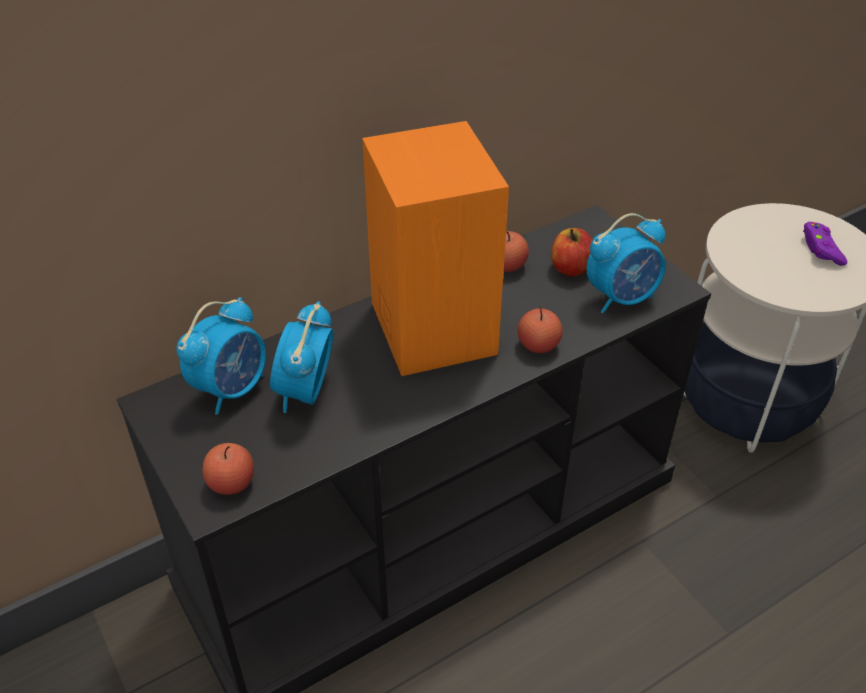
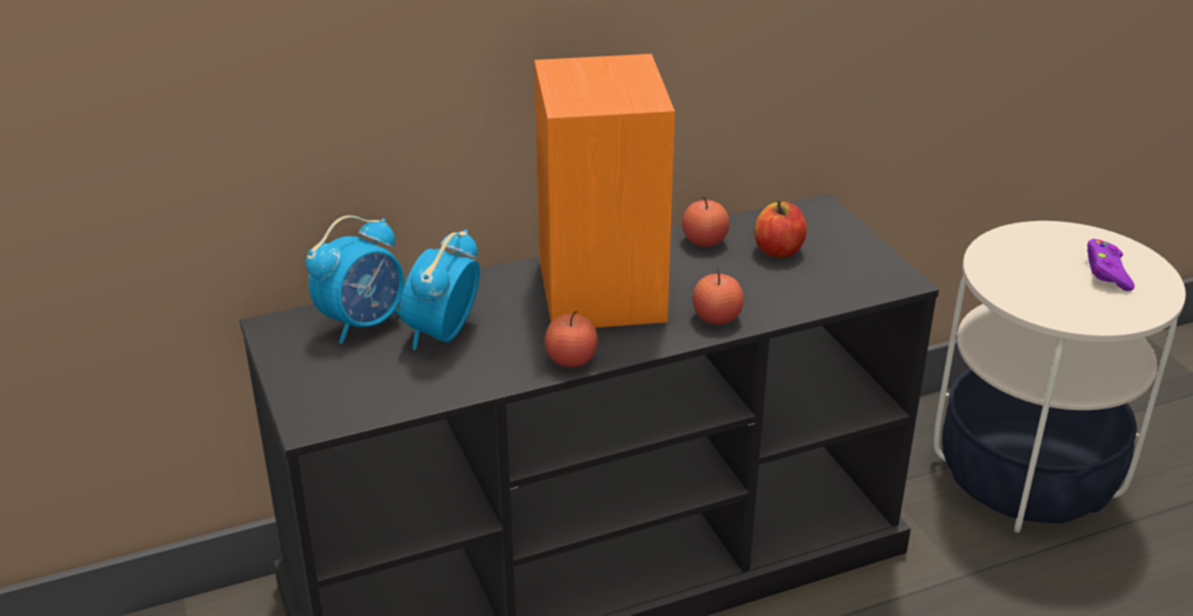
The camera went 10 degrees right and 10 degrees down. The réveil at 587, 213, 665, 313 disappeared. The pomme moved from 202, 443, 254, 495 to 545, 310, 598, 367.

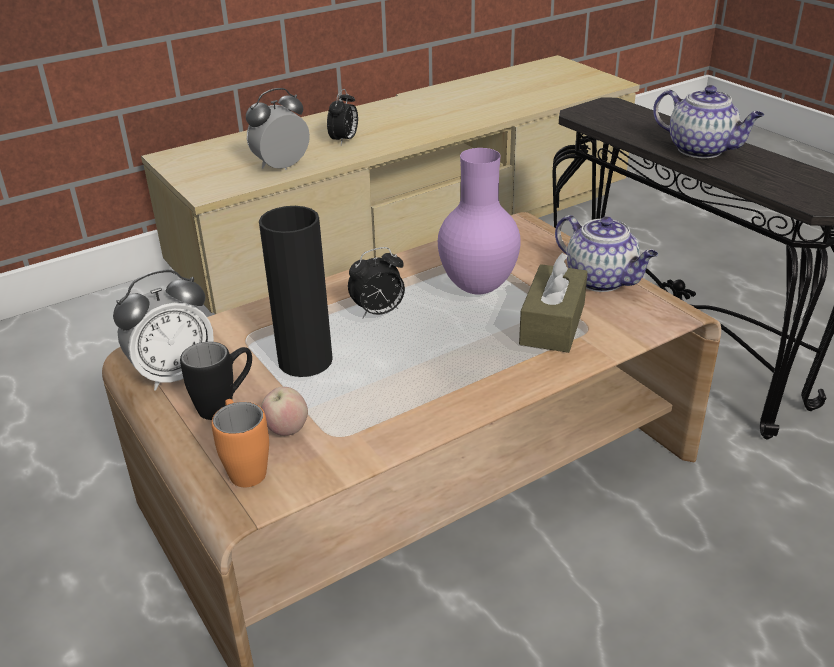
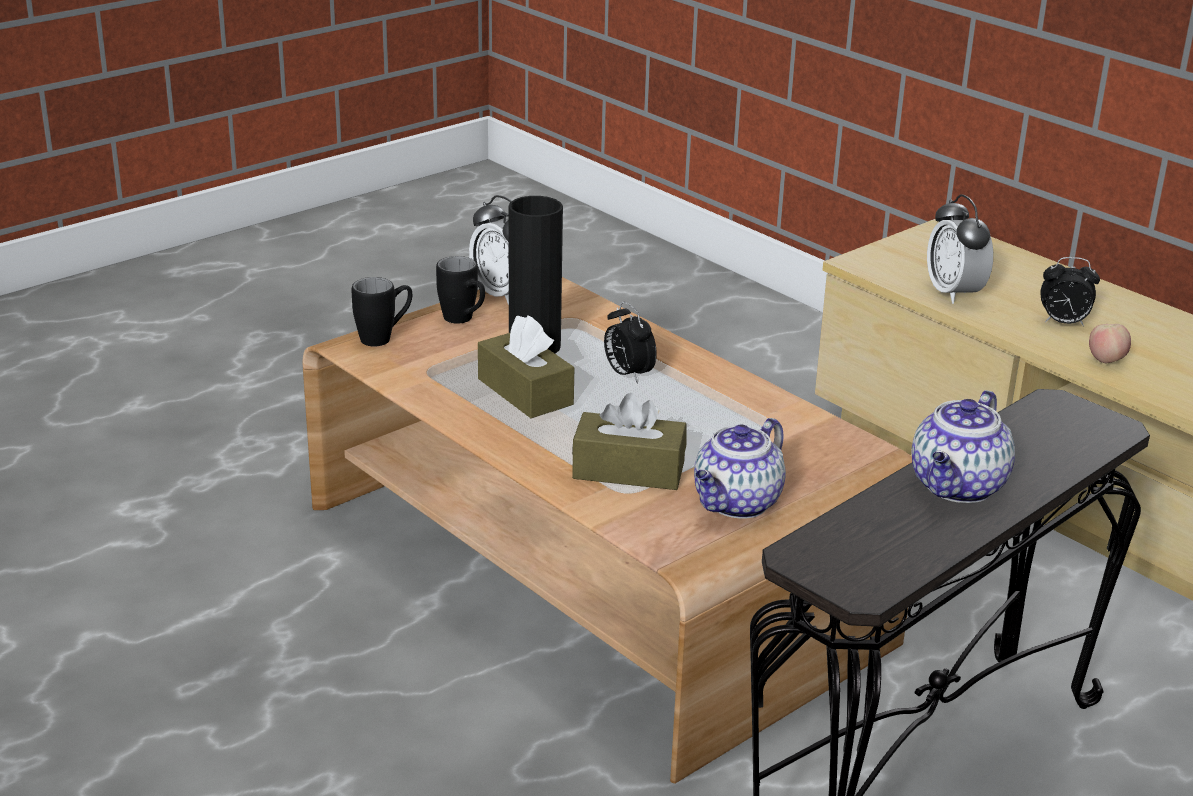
The camera went 80 degrees right and 5 degrees down. The vase/violet at 438, 148, 521, 295 disappeared. The boîte à mouchoirs/marron at 478, 315, 575, 418 appeared. The pomme moved from 261, 387, 308, 436 to 1089, 324, 1131, 363. The mug/orange at 211, 399, 269, 487 became the mug/noir at 352, 277, 412, 347. The réveil at 246, 88, 310, 170 turned 150 degrees counterclockwise.

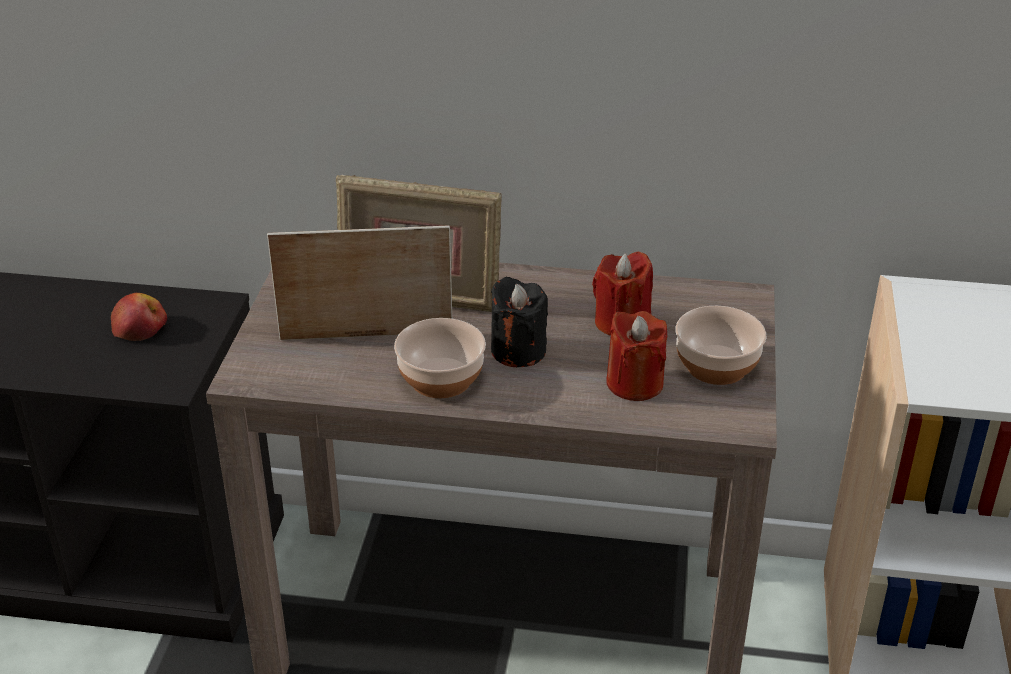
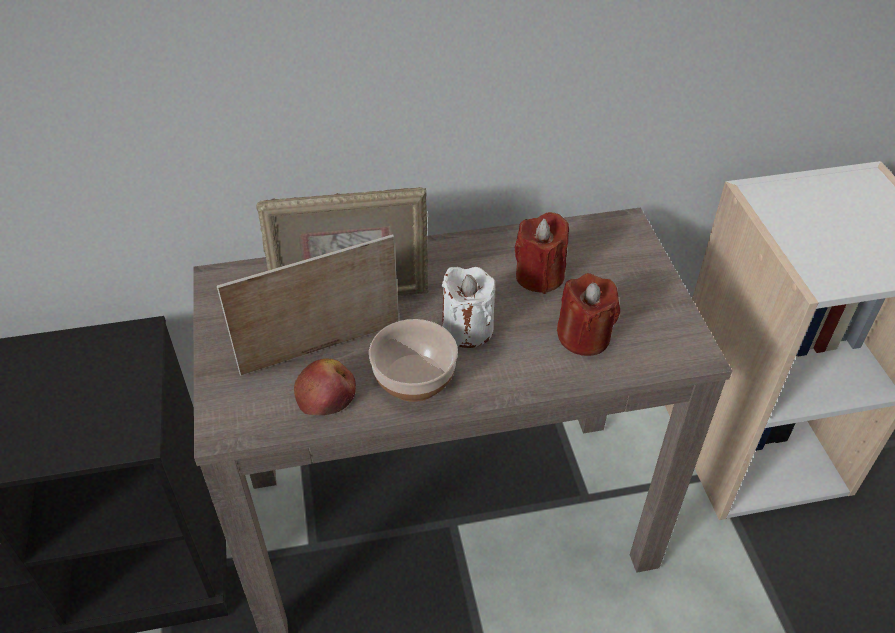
The camera went 20 degrees left and 10 degrees up. The bol at 675, 306, 766, 385 disappeared. The pomme moved from 111, 293, 167, 341 to 294, 358, 356, 415. The bougie/noir at 491, 277, 548, 367 became the bougie/blanc at 442, 267, 495, 348.

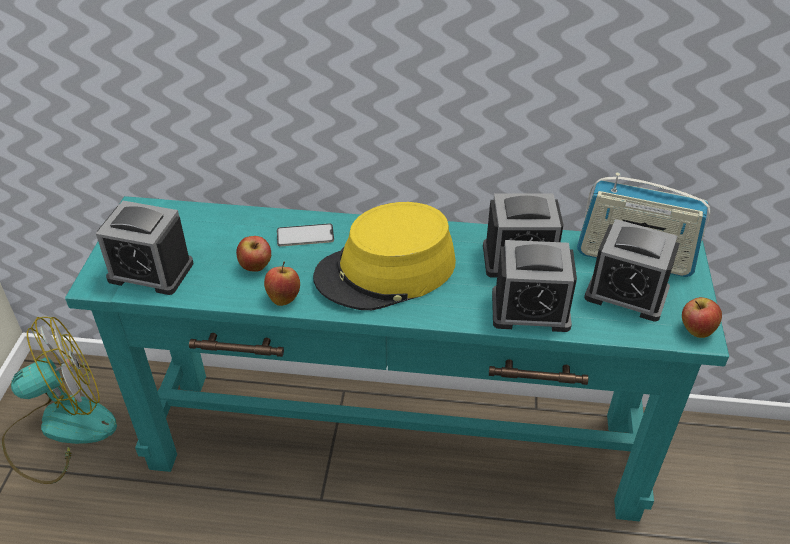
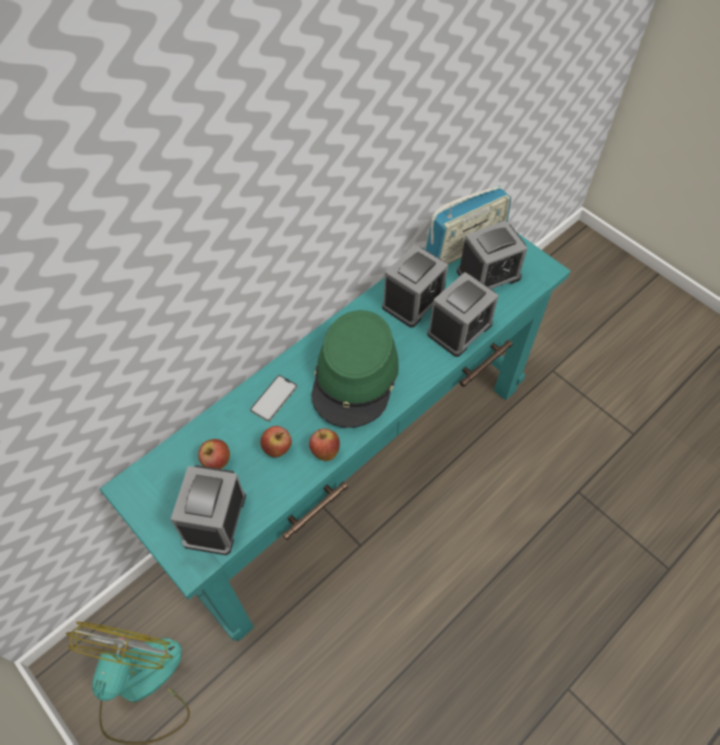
The camera went 50 degrees left and 15 degrees up. The pomme moved from 682, 297, 722, 338 to 198, 439, 230, 469. The chapeau/jaune at 313, 202, 456, 310 became the chapeau/vert at 311, 310, 399, 428. The réveil at 96, 201, 194, 295 turned 135 degrees clockwise.

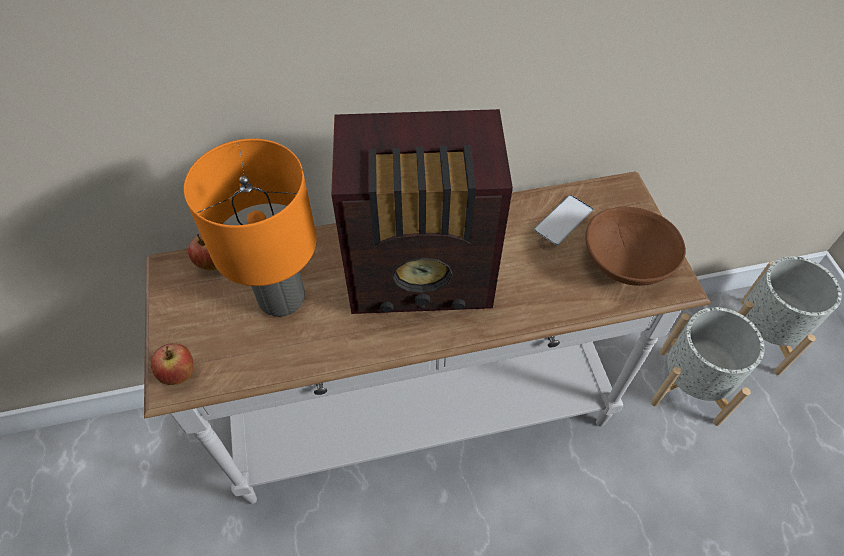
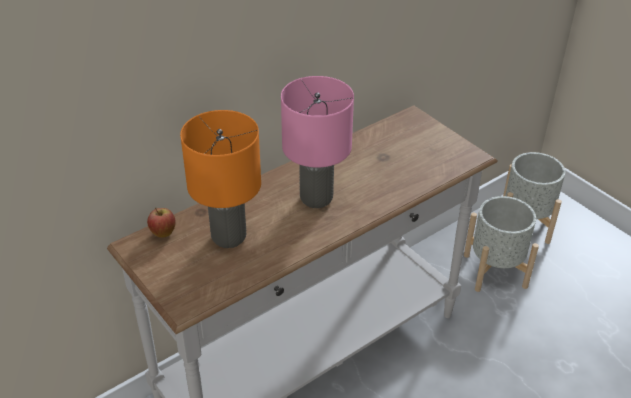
The camera went 25 degrees left and 15 degrees down. The pomme at 151, 343, 193, 385 disappeared. The téléphone at 534, 195, 593, 245 disappeared. The bol/marron at 586, 207, 686, 286 disappeared. The radio at 331, 109, 513, 314 was replaced by the lampe de table/rose at 281, 76, 354, 208.

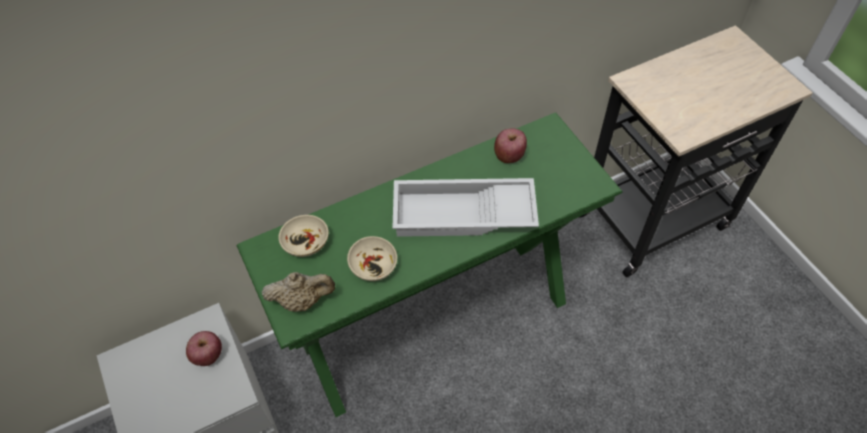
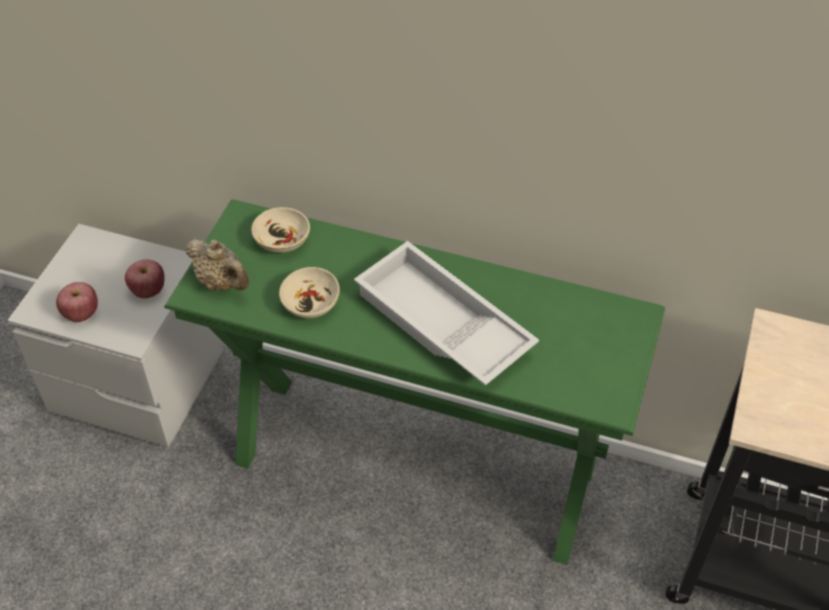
The camera went 45 degrees right and 5 degrees down. The pomme moved from 494, 128, 527, 163 to 56, 282, 98, 322.

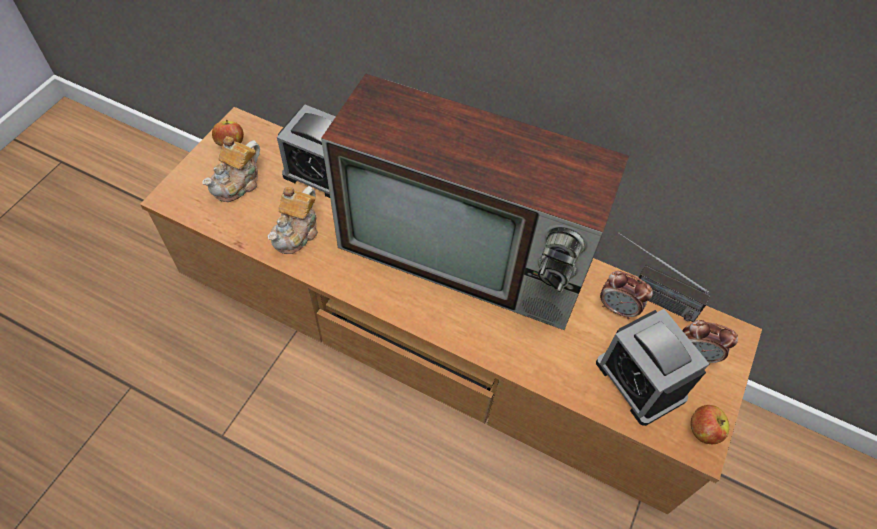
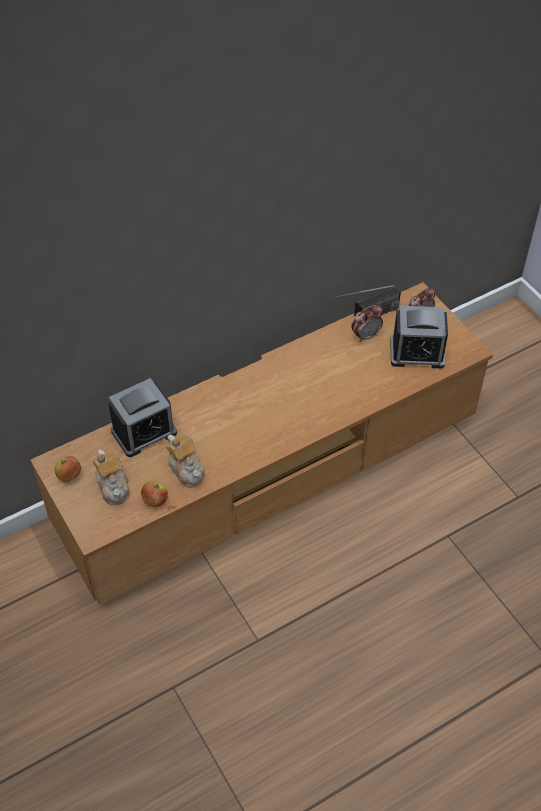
The camera went 55 degrees left and 5 degrees down. The téléviseur at 321, 73, 629, 330 disappeared. The pomme moved from 691, 405, 729, 444 to 141, 481, 168, 507.

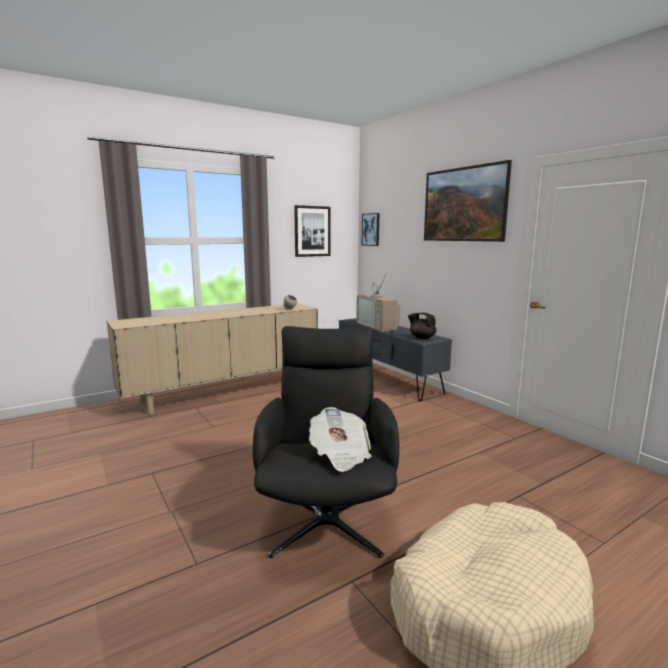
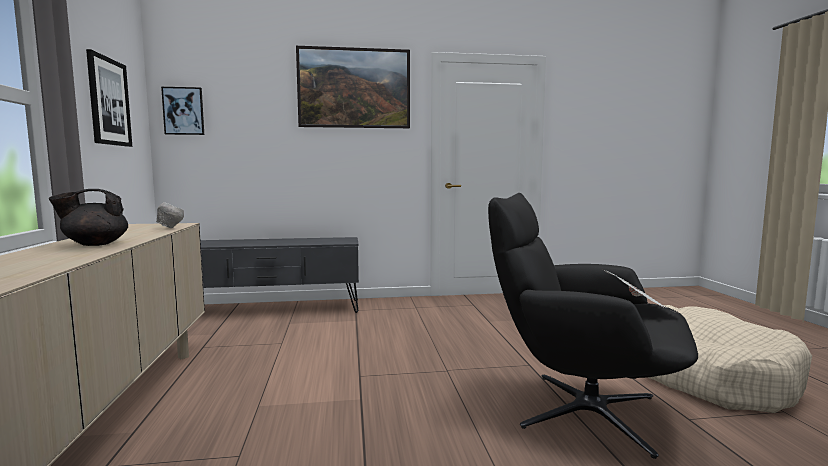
The camera went 65 degrees left and 5 degrees down. The téléviseur at 356, 270, 400, 332 disappeared. The théière/noir moved from 408, 313, 436, 339 to 49, 189, 128, 246.

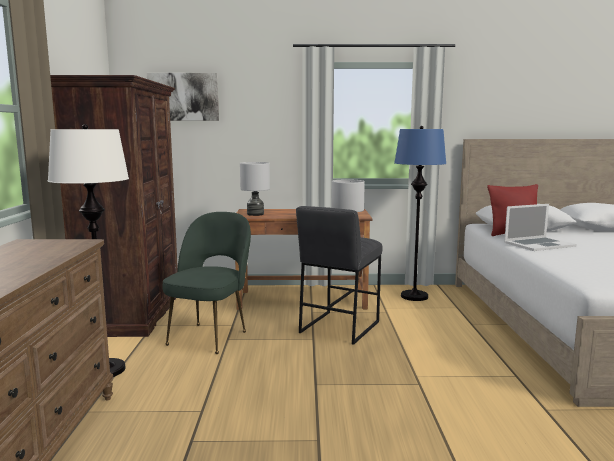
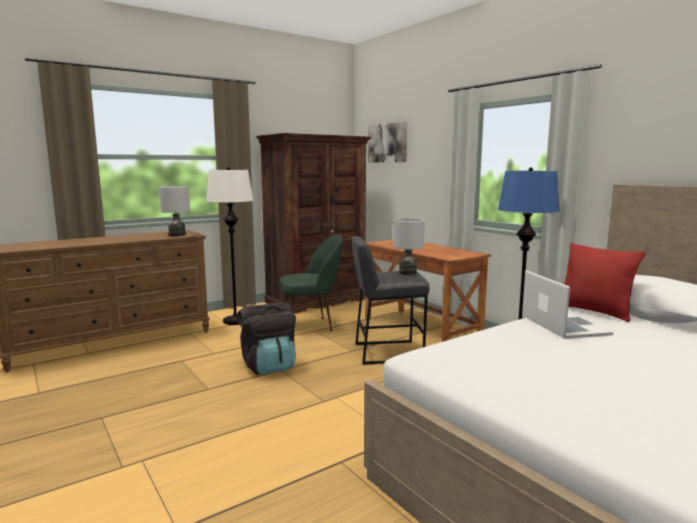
The camera went 55 degrees right and 0 degrees up. The sac à dos/noir at 238, 303, 296, 375 appeared. The lampe de table/gris moved from 240, 162, 270, 216 to 159, 186, 190, 236. The ordinateur portable at 504, 204, 577, 251 turned 135 degrees counterclockwise.

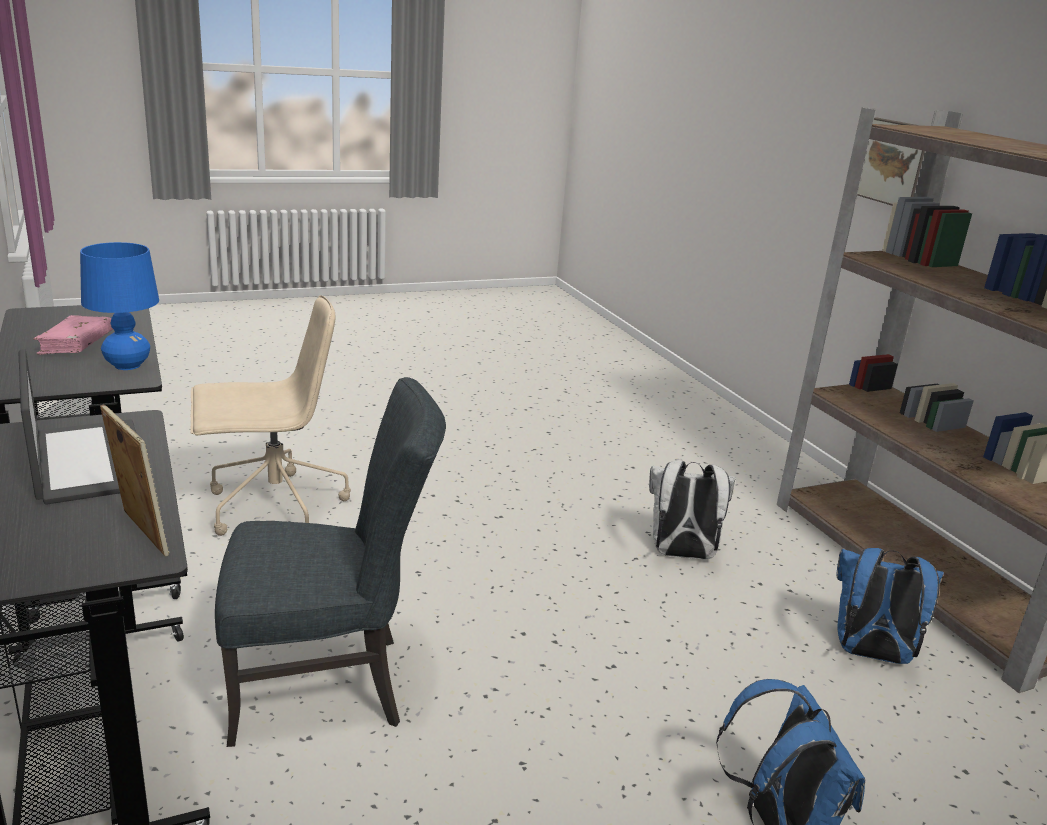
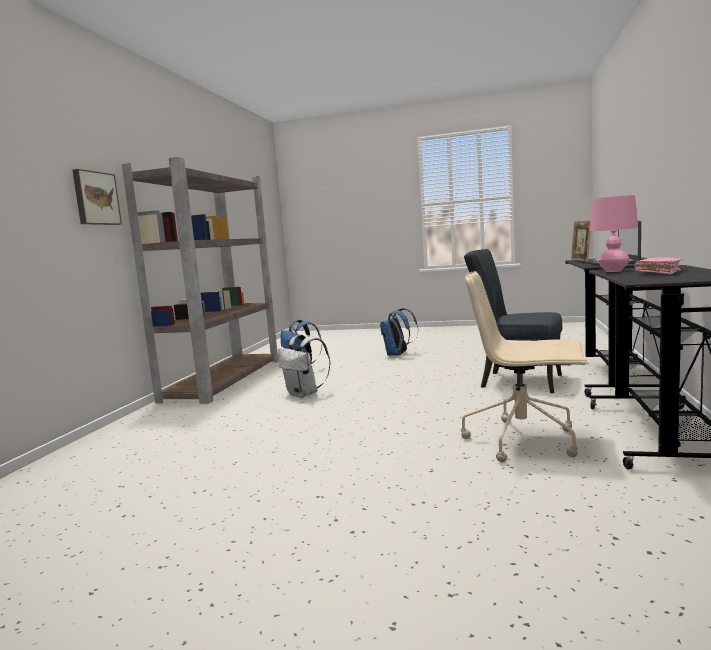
The camera went 140 degrees left and 15 degrees down. The lampe de table/bleu at 80, 242, 159, 370 became the lampe de table/rose at 590, 195, 638, 272.

